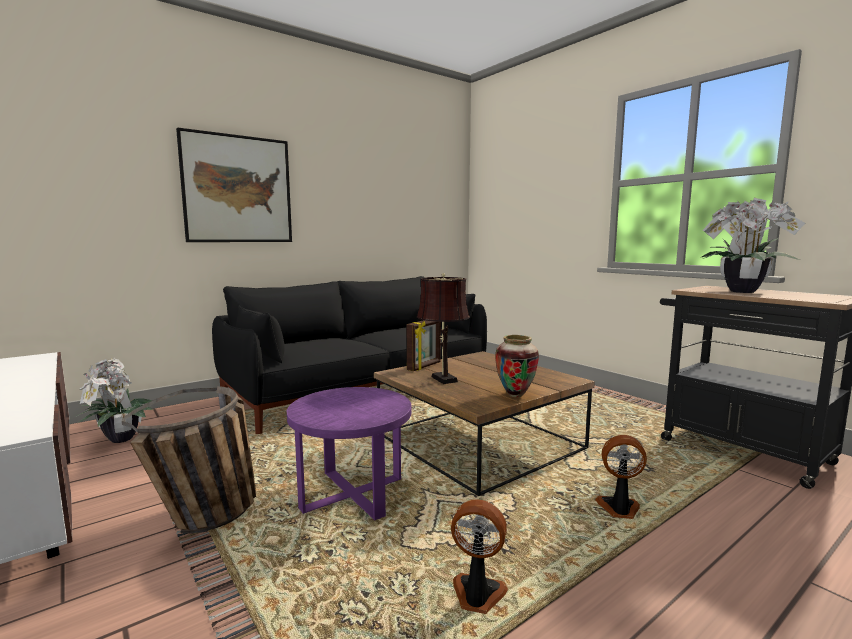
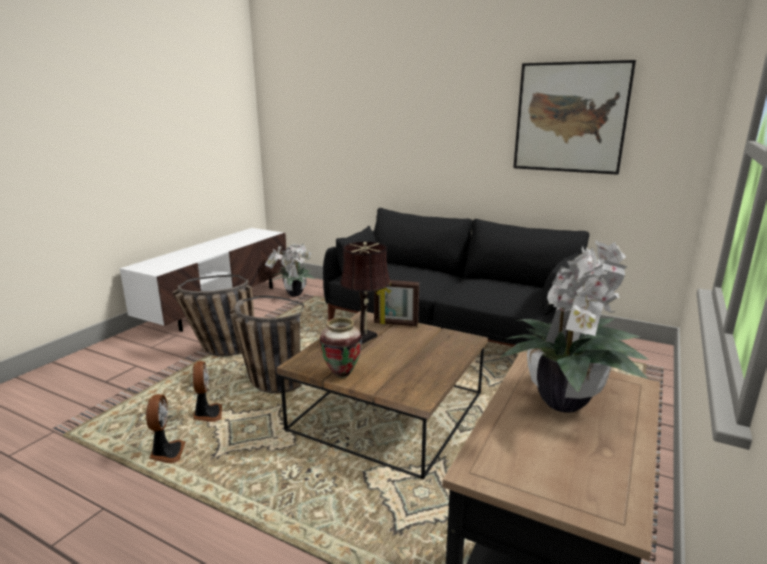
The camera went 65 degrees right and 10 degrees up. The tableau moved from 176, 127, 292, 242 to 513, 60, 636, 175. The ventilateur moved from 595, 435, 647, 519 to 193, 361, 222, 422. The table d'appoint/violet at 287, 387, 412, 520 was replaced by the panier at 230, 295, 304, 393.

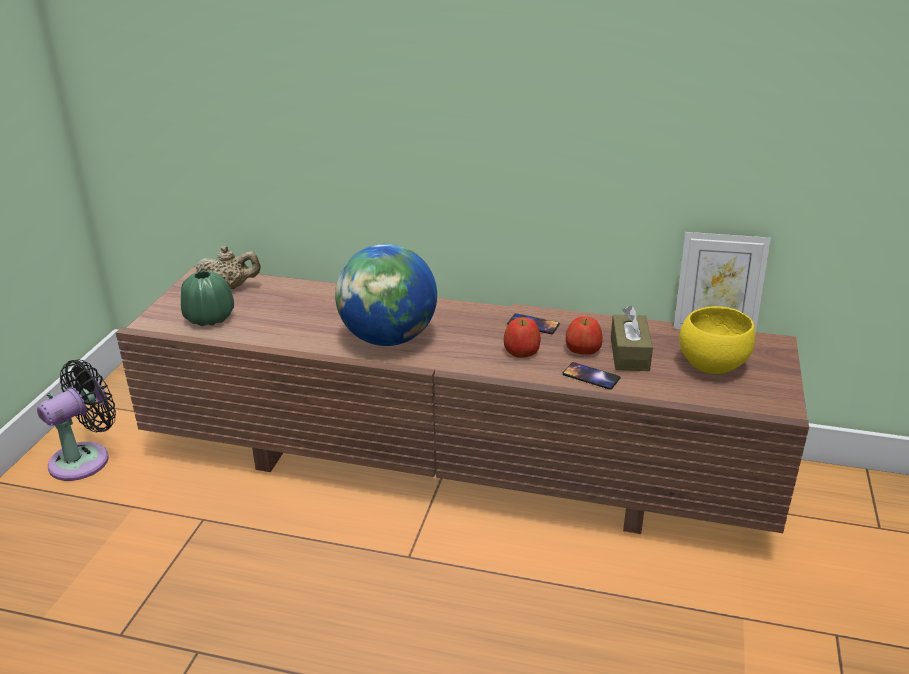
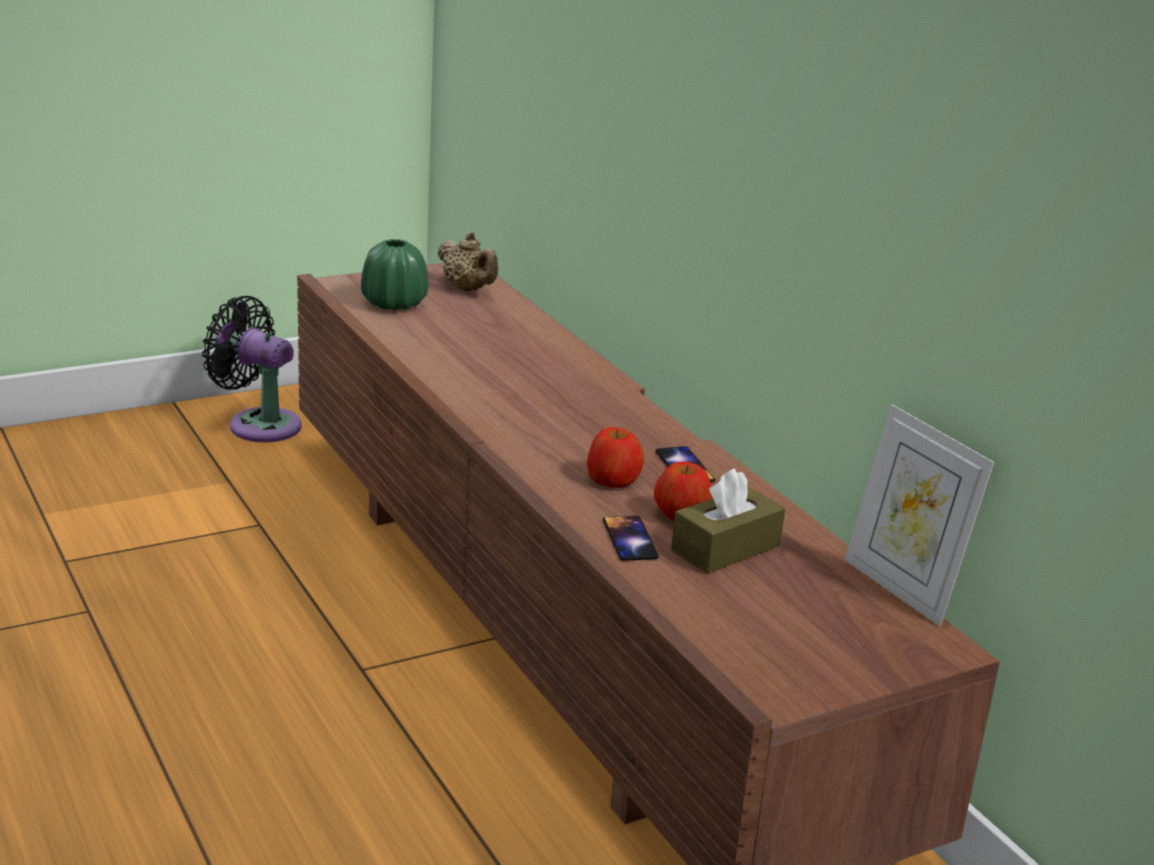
The camera went 45 degrees right and 5 degrees down. The globe at 335, 244, 437, 346 disappeared. The bol/jaune at 679, 306, 755, 374 disappeared. The ventilateur/noir at 37, 359, 116, 481 turned 150 degrees counterclockwise.

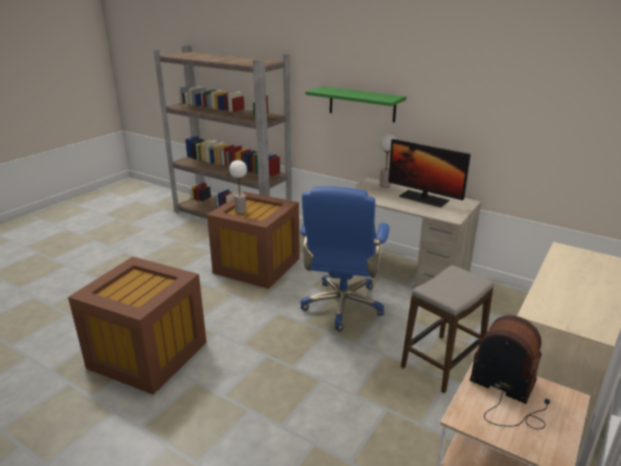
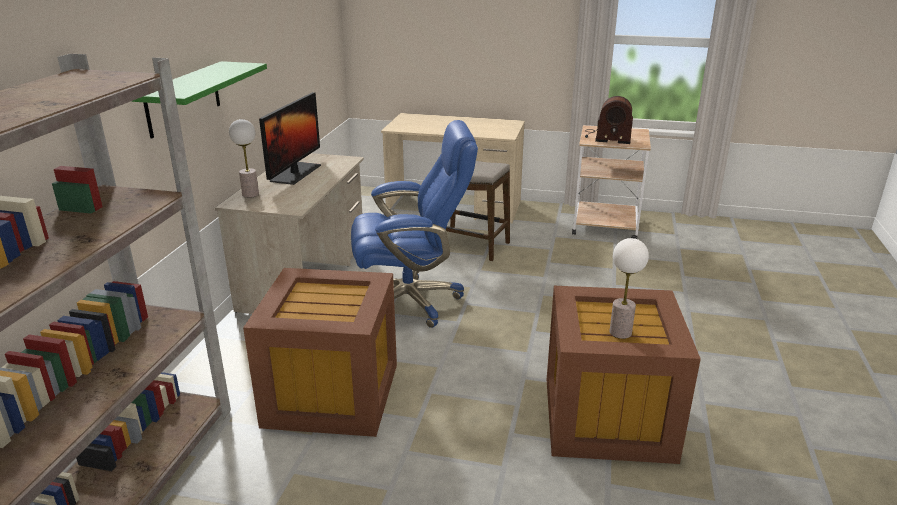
The camera went 110 degrees left and 0 degrees up. The lampe de table moved from 229, 160, 247, 214 to 610, 238, 649, 339. The radio at 469, 315, 550, 430 turned 90 degrees counterclockwise.

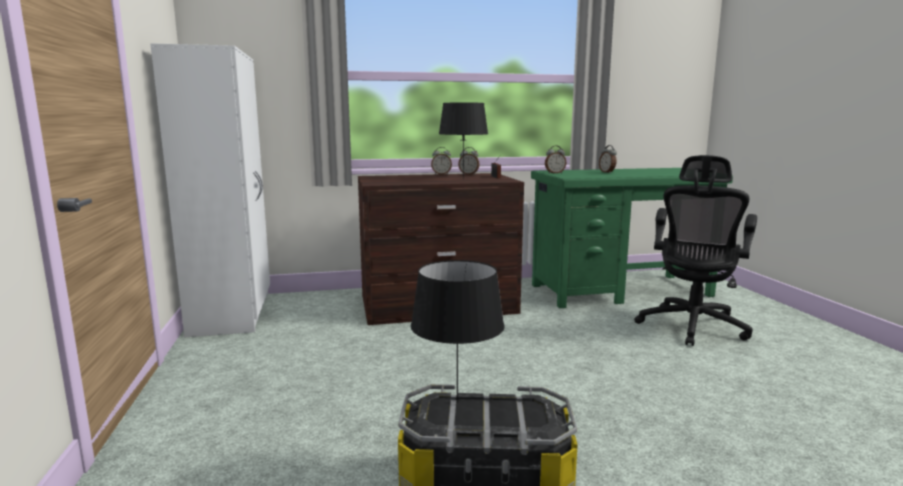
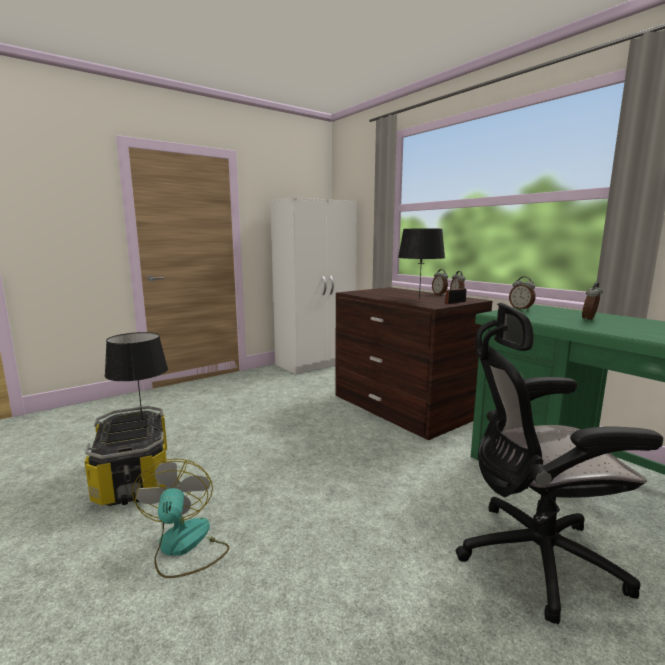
The camera went 65 degrees right and 0 degrees up. The ventilateur at 132, 458, 229, 578 appeared.

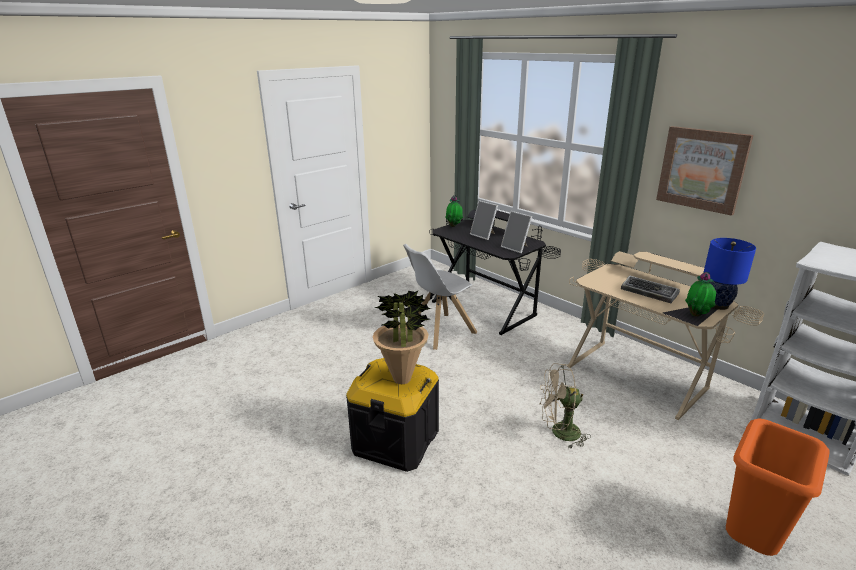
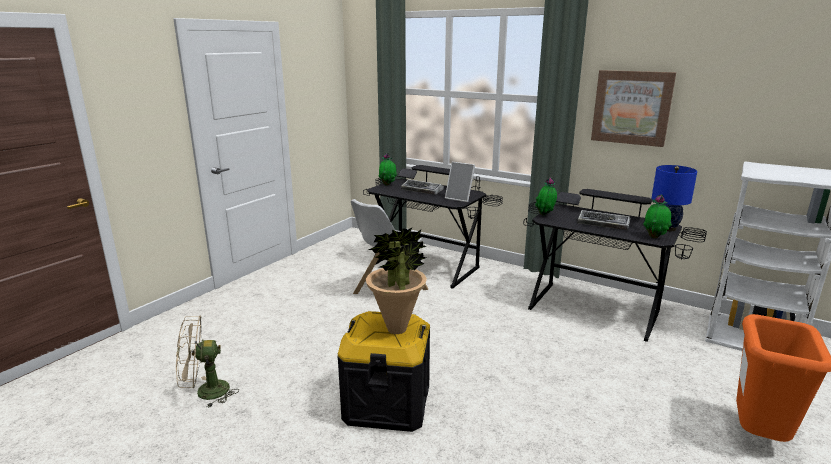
The camera went 15 degrees left and 5 degrees down. The plante en pot at 535, 177, 557, 215 appeared. The ventilateur/beige moved from 539, 363, 591, 449 to 176, 315, 239, 408. The cadre photo at 470, 200, 498, 240 was replaced by the clavier at 401, 179, 444, 195. The bureau/beige at 567, 251, 764, 420 became the bureau/noir at 523, 189, 707, 342.

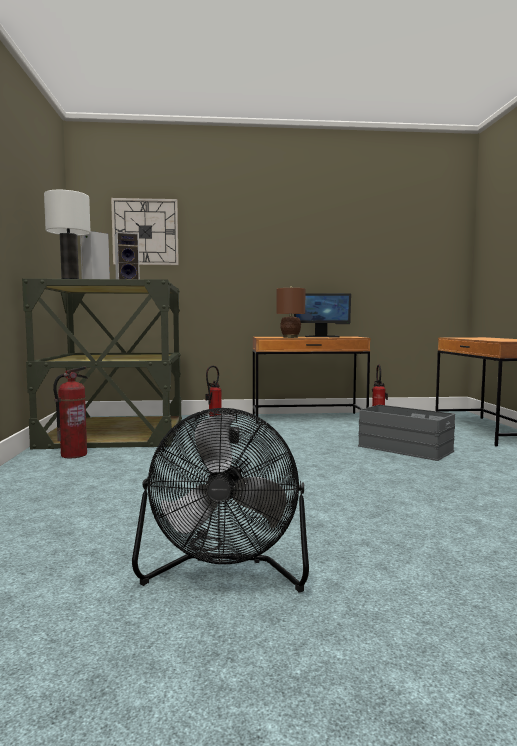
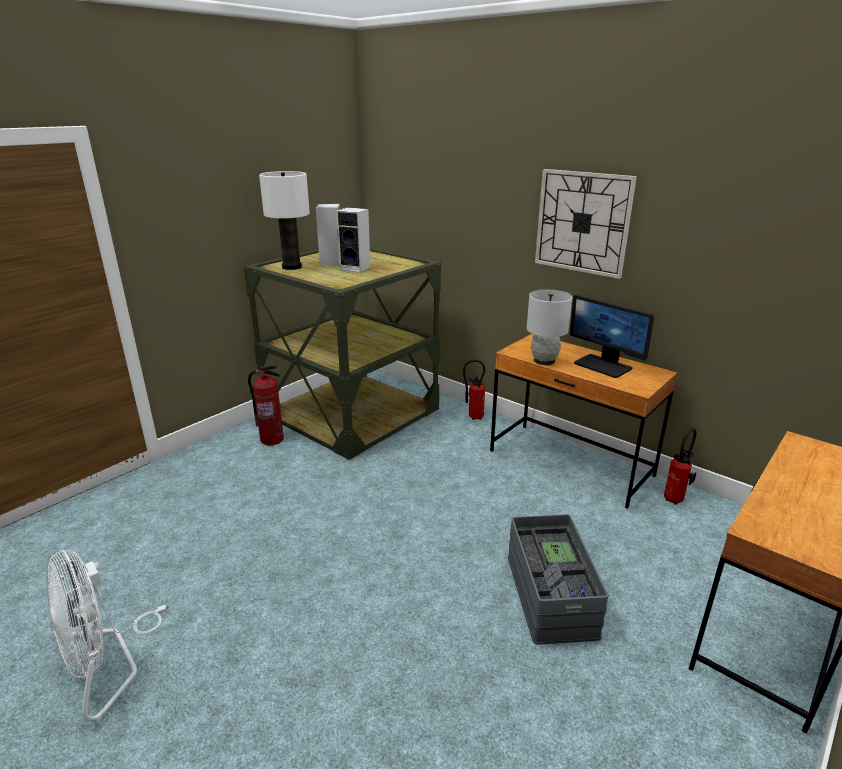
The camera went 45 degrees right and 20 degrees up. The horloge murale moved from 111, 198, 179, 265 to 535, 169, 637, 279. The ventilateur/noir at 132, 408, 309, 593 became the ventilateur/blanc at 46, 550, 169, 724. The lampe de table/marron at 276, 286, 305, 338 became the lampe de table/blanc at 527, 289, 572, 365.

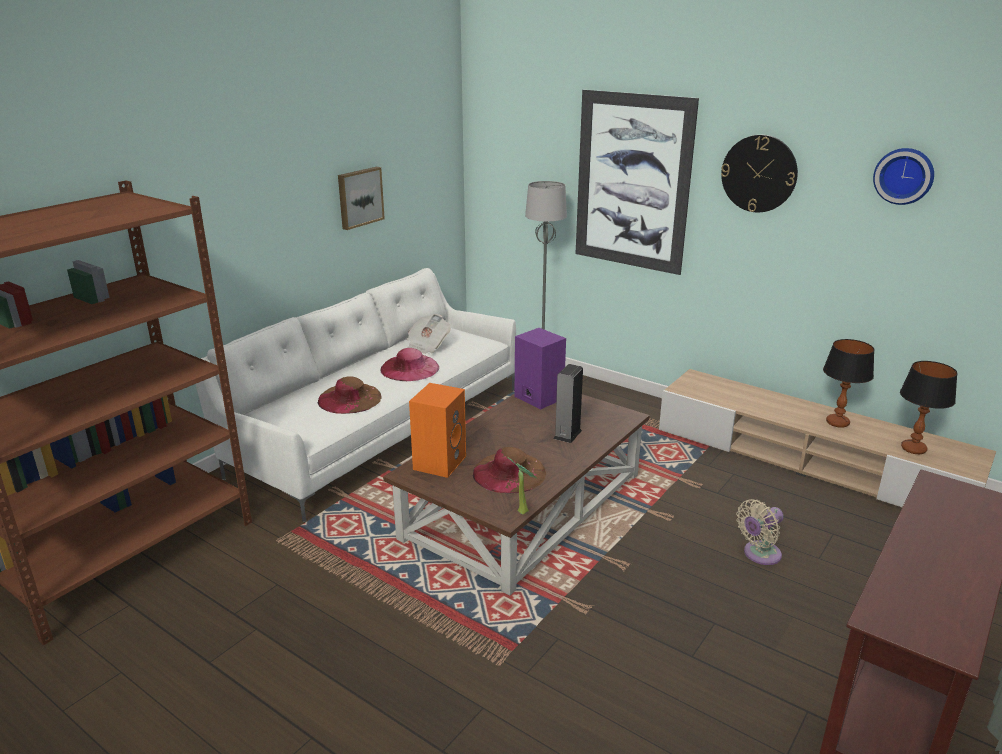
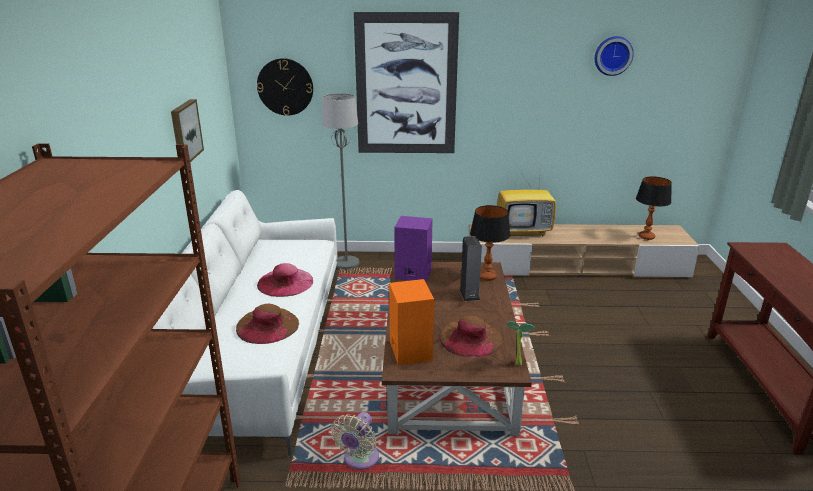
The camera went 35 degrees left and 0 degrees up. The journal at 406, 314, 451, 354 disappeared. The téléviseur at 497, 172, 556, 236 appeared. The horloge murale moved from 721, 135, 798, 212 to 257, 58, 313, 116. The ventilateur/beige moved from 736, 499, 784, 565 to 331, 412, 379, 470. The lampe de table moved from 823, 339, 875, 428 to 470, 205, 510, 281.

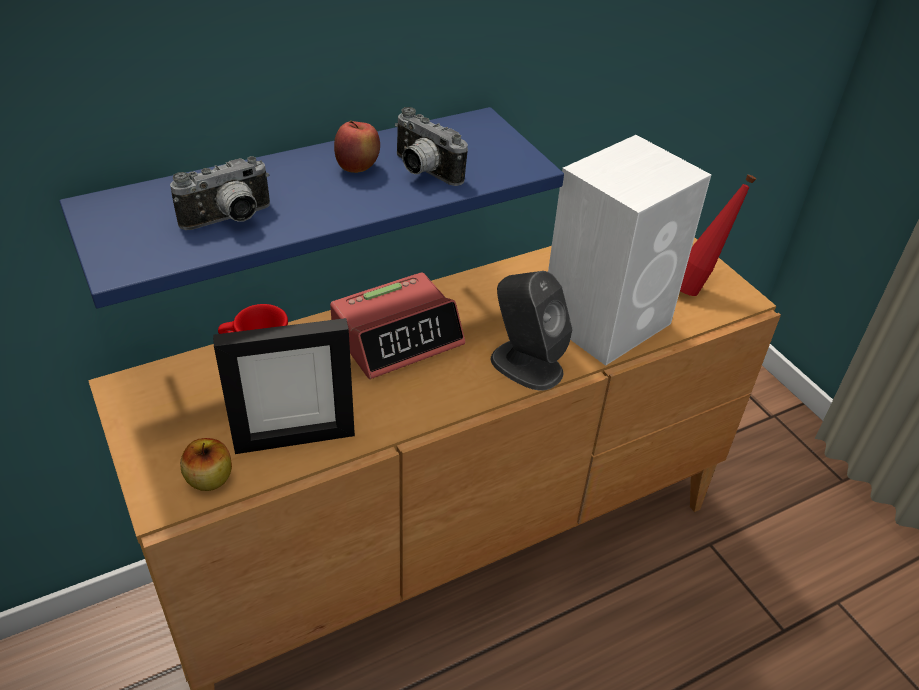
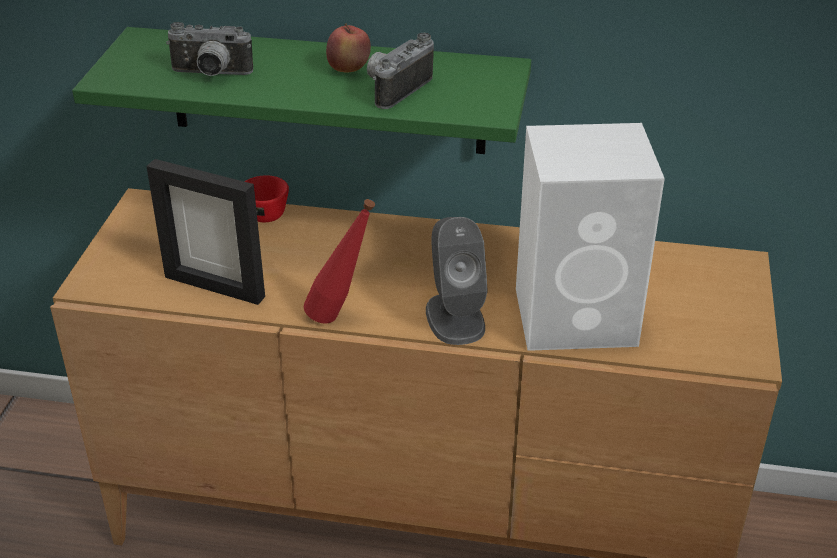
The camera went 40 degrees right and 5 degrees down. The pomme at 180, 438, 232, 491 disappeared. The réveil at 330, 272, 465, 379 disappeared. The bouteille/rouge moved from 680, 174, 756, 296 to 304, 199, 375, 324. The étagère/bleu at 59, 107, 564, 308 became the étagère/vert at 72, 27, 531, 154. The appareil photo at 395, 107, 468, 186 turned 45 degrees clockwise.

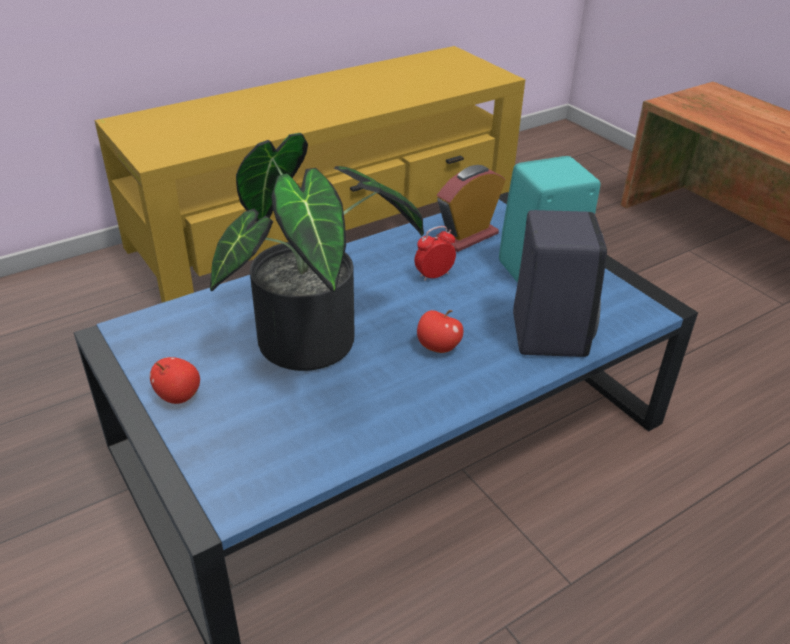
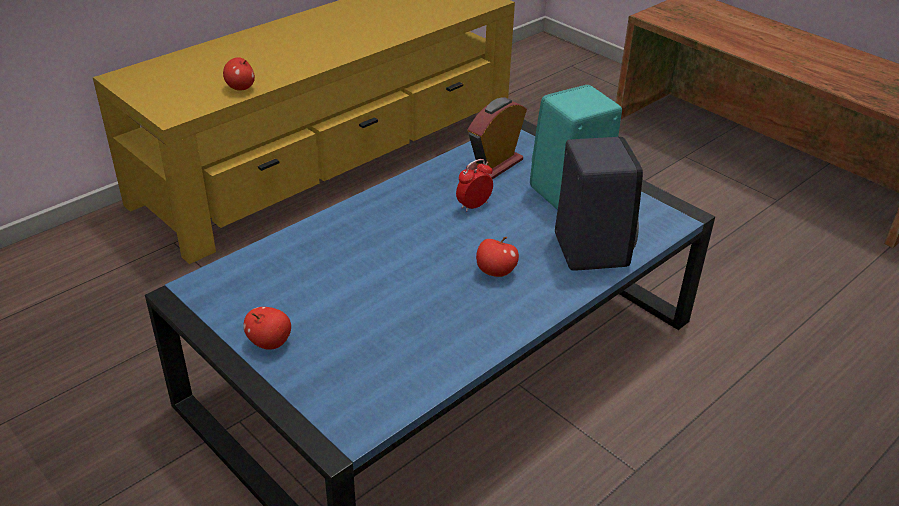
The camera went 10 degrees left and 0 degrees up. The plante en pot at 210, 133, 424, 371 disappeared. The pomme at 223, 57, 255, 91 appeared.

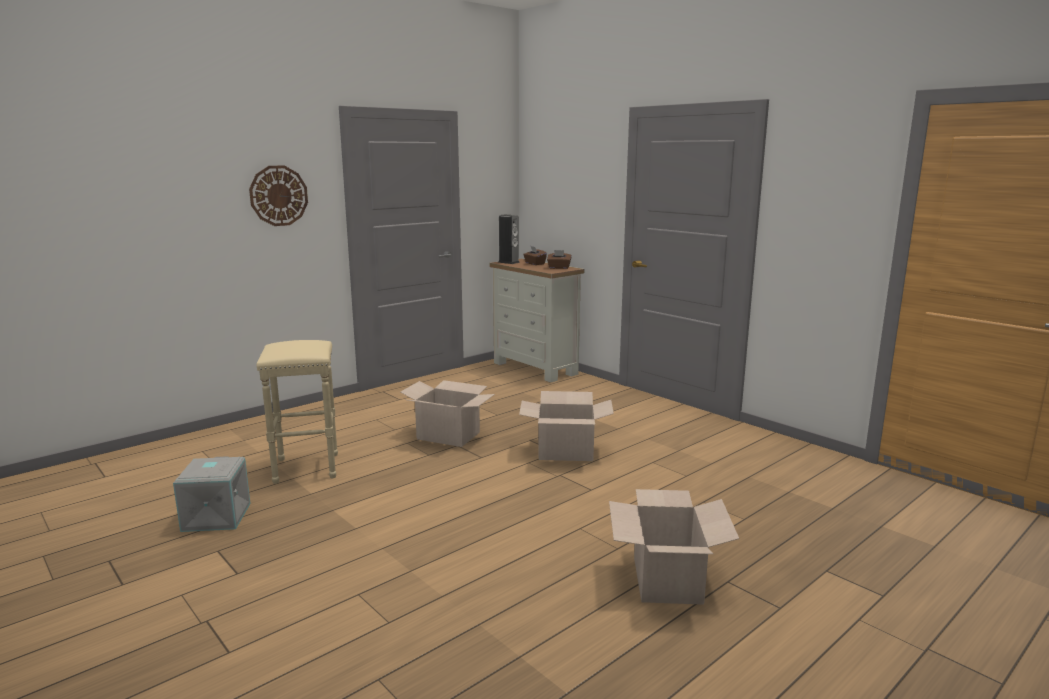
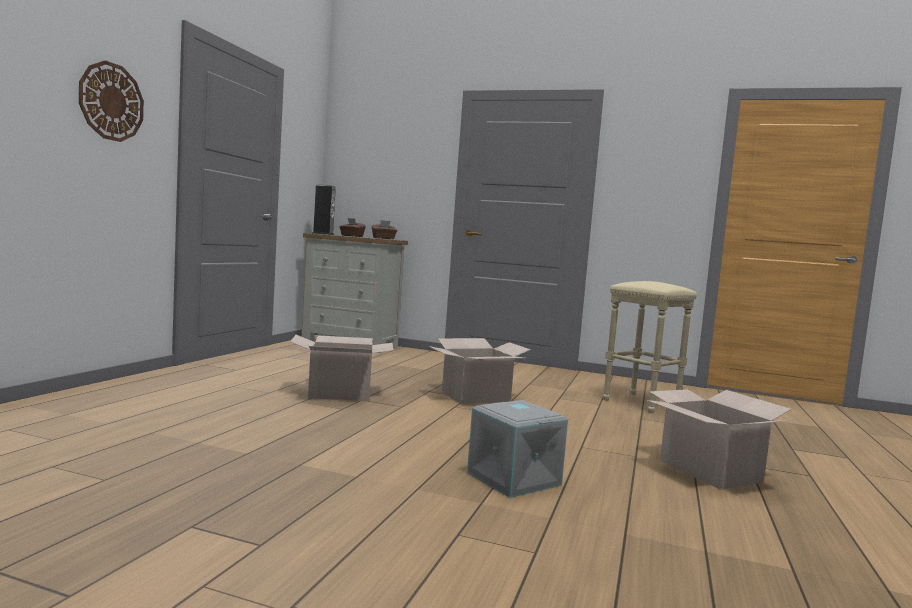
The camera went 30 degrees left and 10 degrees down. The boîte de rangement/gris moved from 173, 456, 251, 532 to 467, 400, 568, 498. The tabouret/beige moved from 256, 340, 338, 484 to 603, 281, 697, 413.

